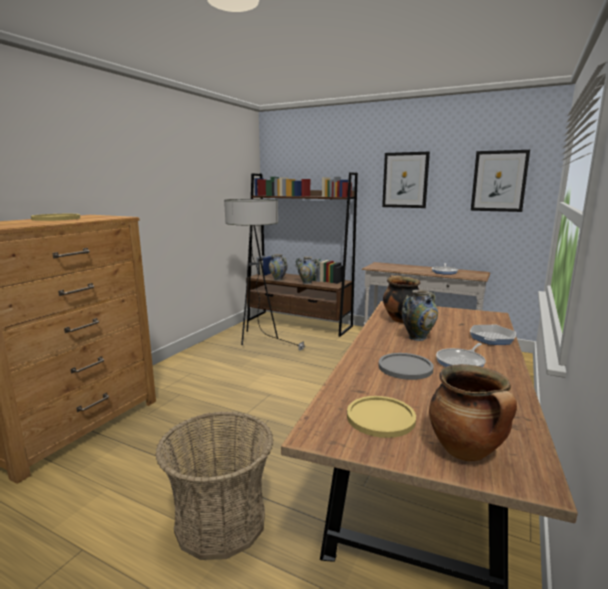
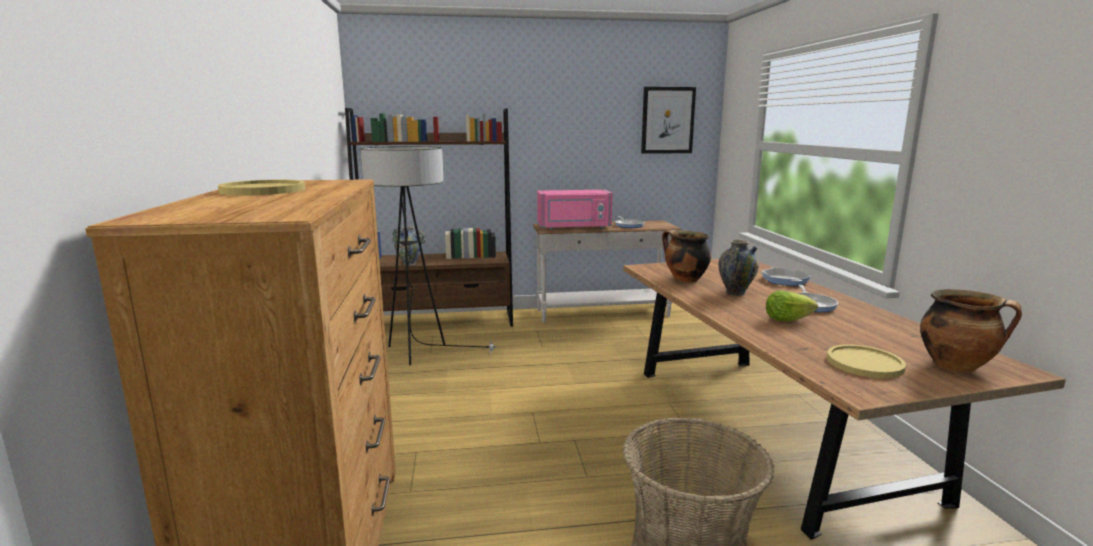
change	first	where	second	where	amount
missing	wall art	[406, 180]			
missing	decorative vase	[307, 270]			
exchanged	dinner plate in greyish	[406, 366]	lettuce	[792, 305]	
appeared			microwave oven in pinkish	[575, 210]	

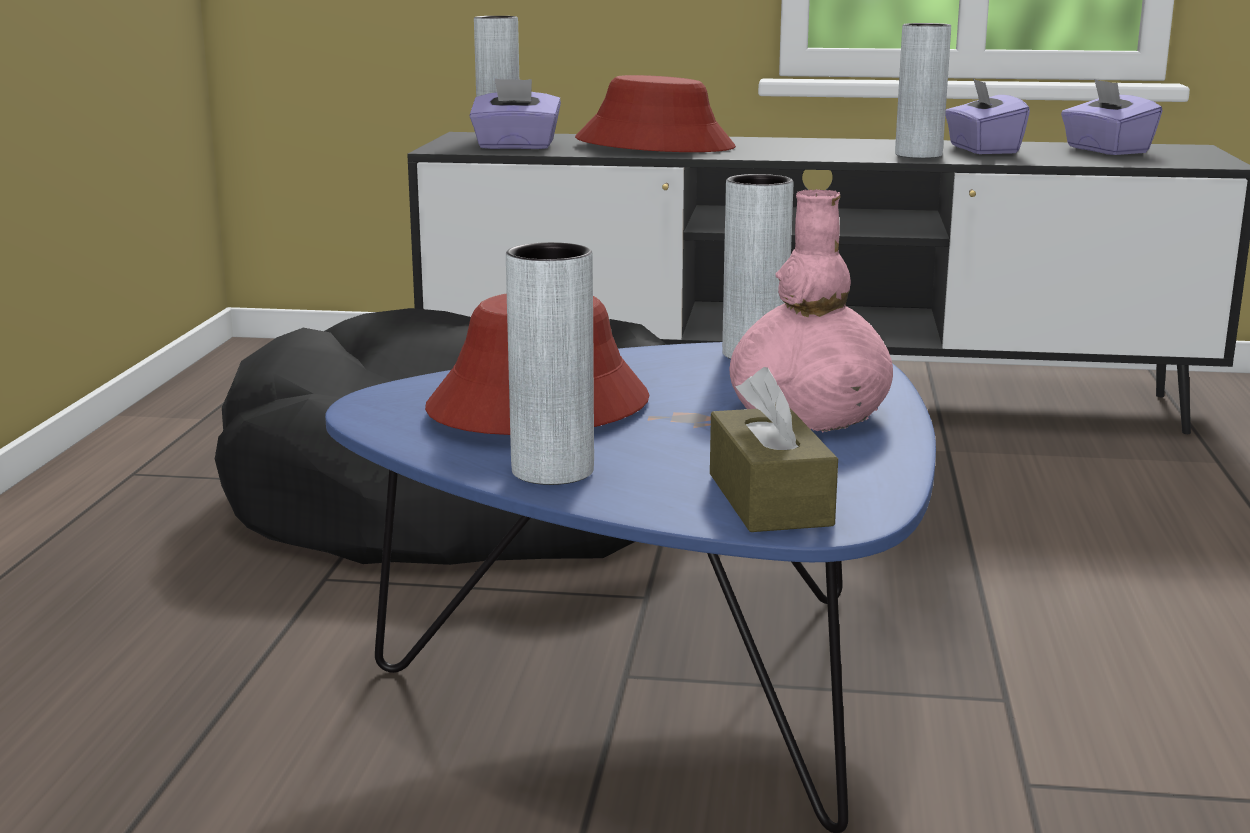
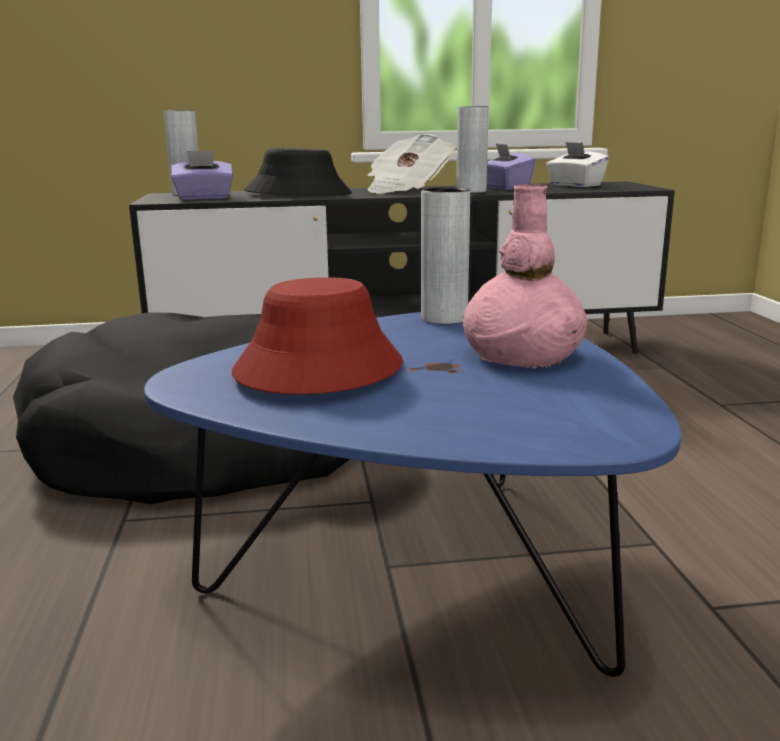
change	first	where	second	where	amount
colour	hat in red-coloured	[655, 113]	hat in black	[298, 172]	
colour	tissue box in purple-coloured	[1112, 117]	tissue box in white-coloured	[577, 164]	
missing	decorative vase in greyish	[550, 363]			
missing	tissue box in brown-coloured	[774, 449]			
appeared			newspaper	[412, 164]	

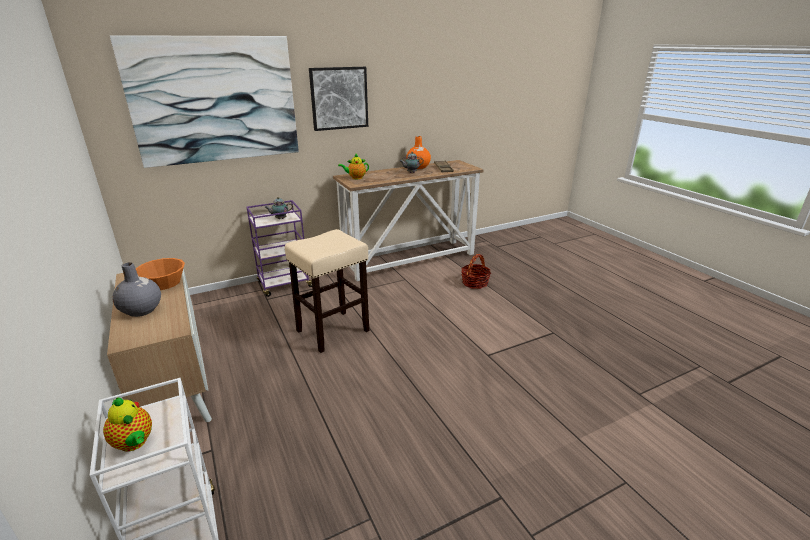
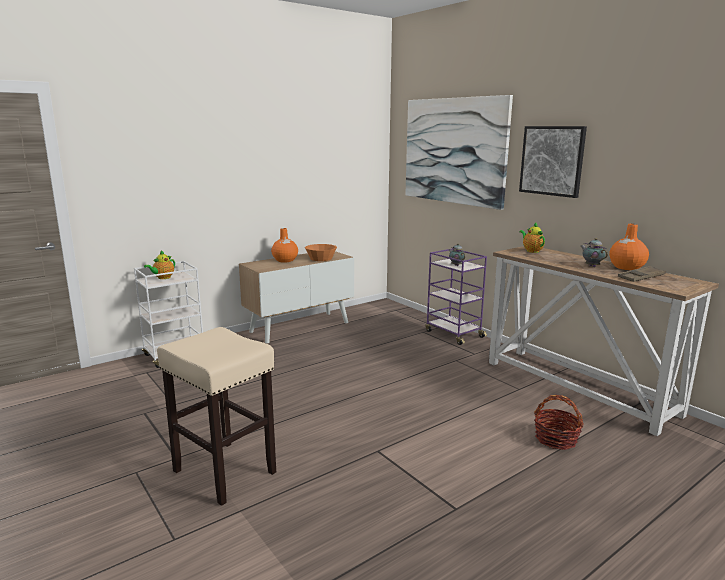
change	first	where	second	where	amount
relocated	stool seat in sand-coloured	[327, 291]		[216, 416]	
colour	decorative vase in greyish	[136, 290]	decorative vase in orangey	[284, 245]	

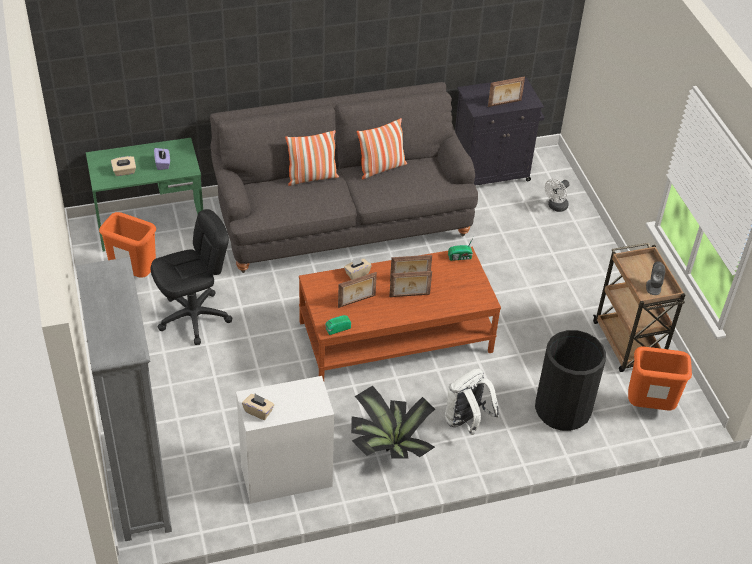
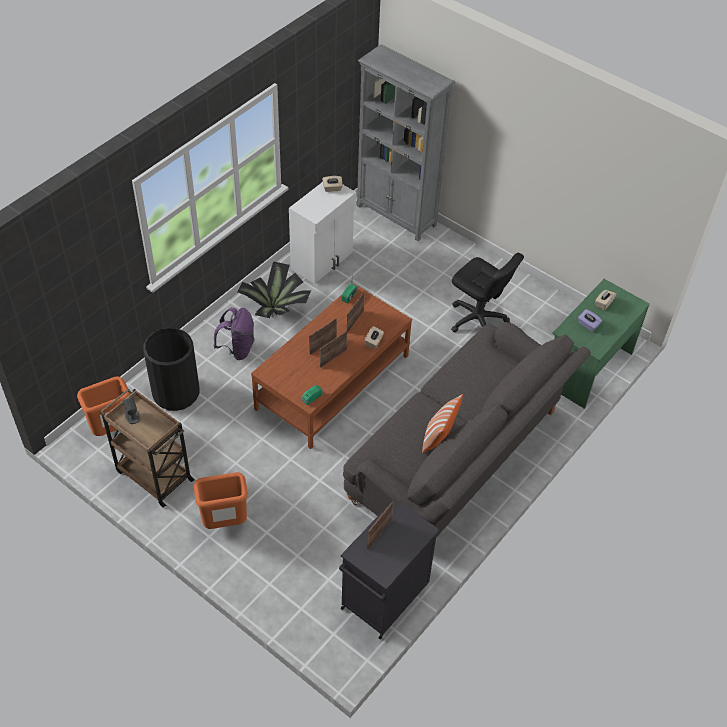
change	first	where	second	where	amount
missing	throw pillow	[312, 158]			
missing	electric fan in white-coloured	[557, 195]			
spun	office chair in black	[192, 277]		[487, 292]	75 degrees counterclockwise
relocated	trash can in orangey	[127, 245]		[221, 500]	
colour	backpack in white-coloured	[472, 402]	backpack in purple-coloured	[234, 333]	

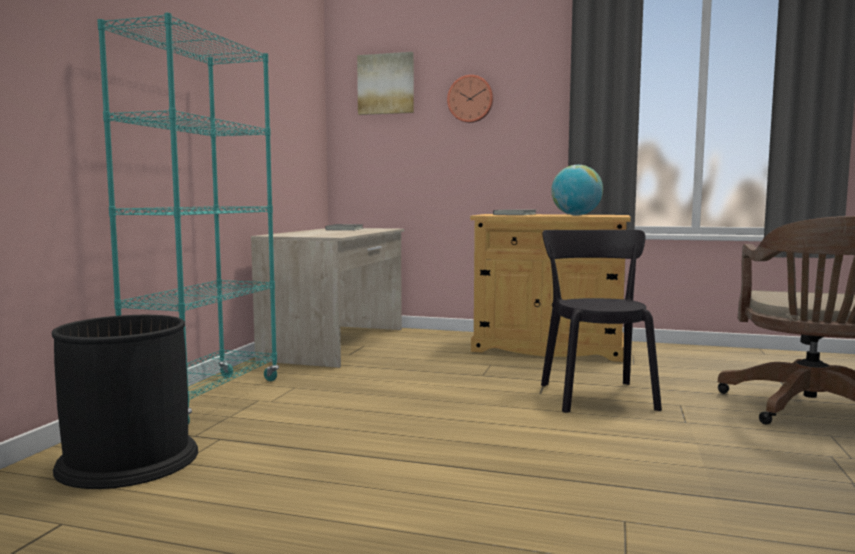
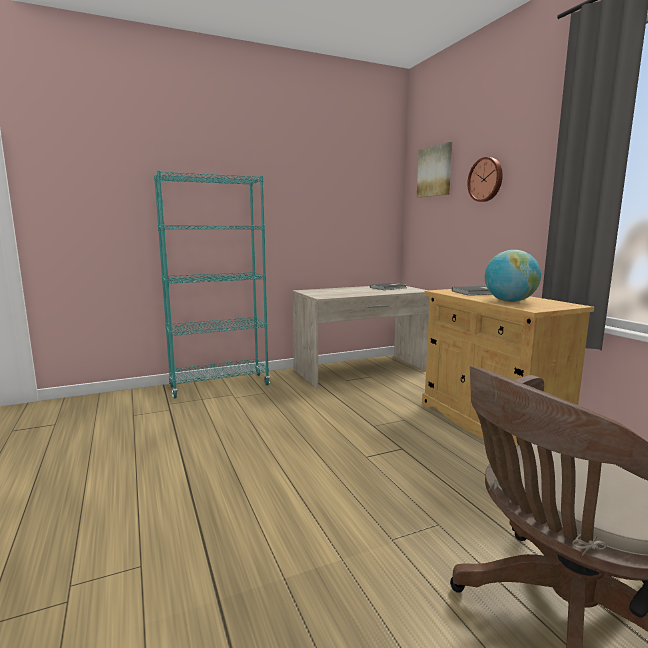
change	first	where	second	where	amount
missing	plain chair in black	[601, 321]			
missing	trash can in black	[124, 402]			

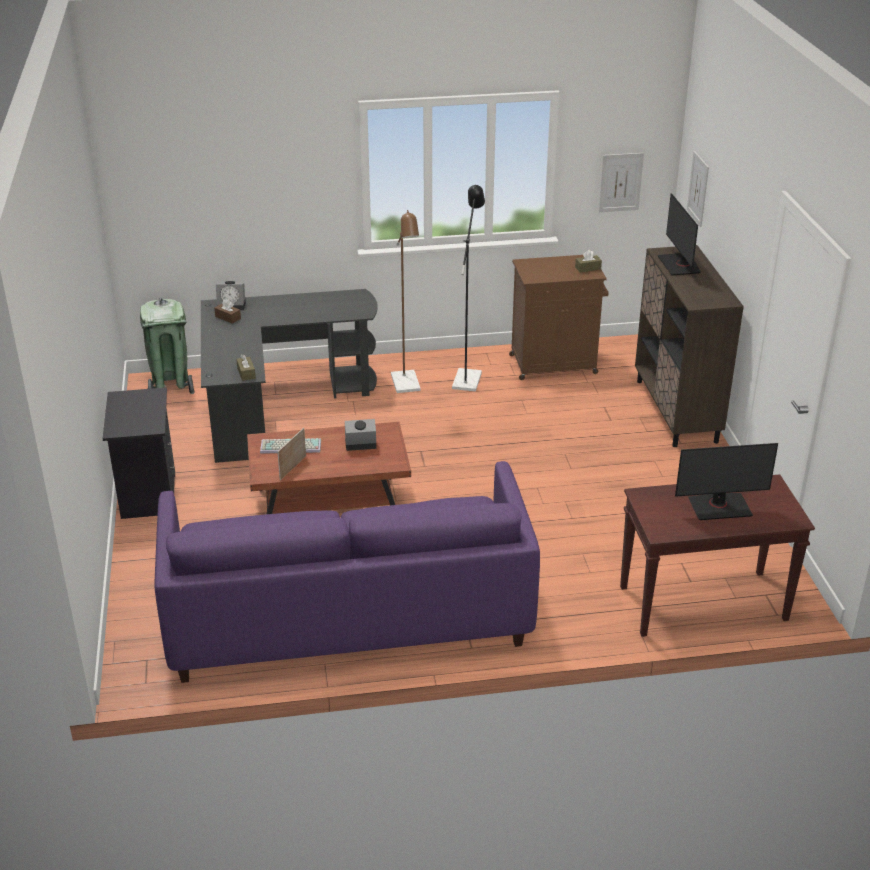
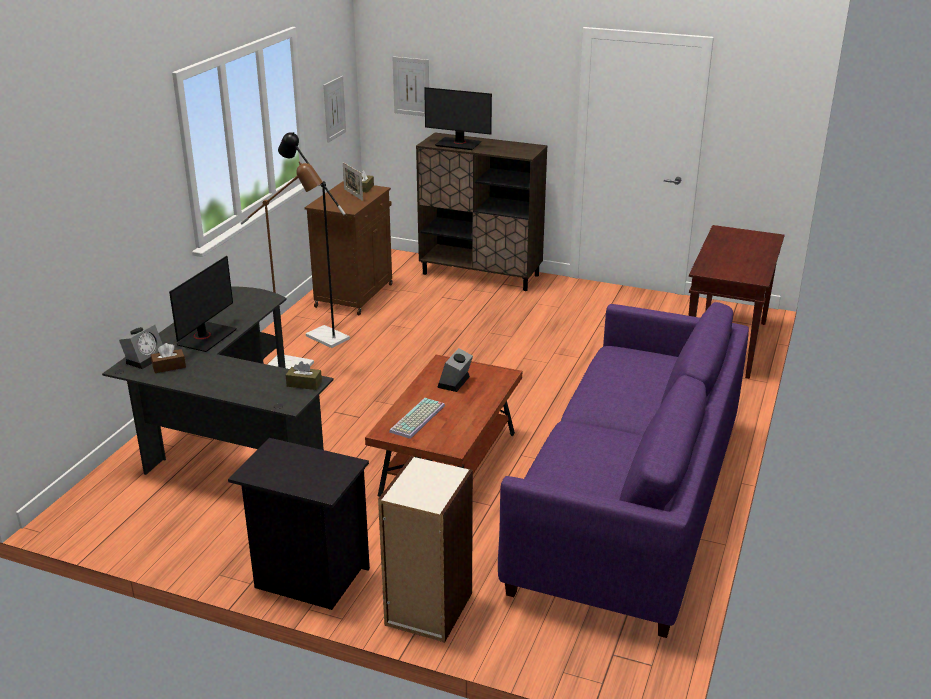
change	first	where	second	where	amount
missing	trash can in greenish	[167, 346]			
relocated	standing frame	[291, 454]		[353, 181]	
relocated	computer screen	[726, 481]		[203, 304]	
appeared			bookcase	[425, 549]	

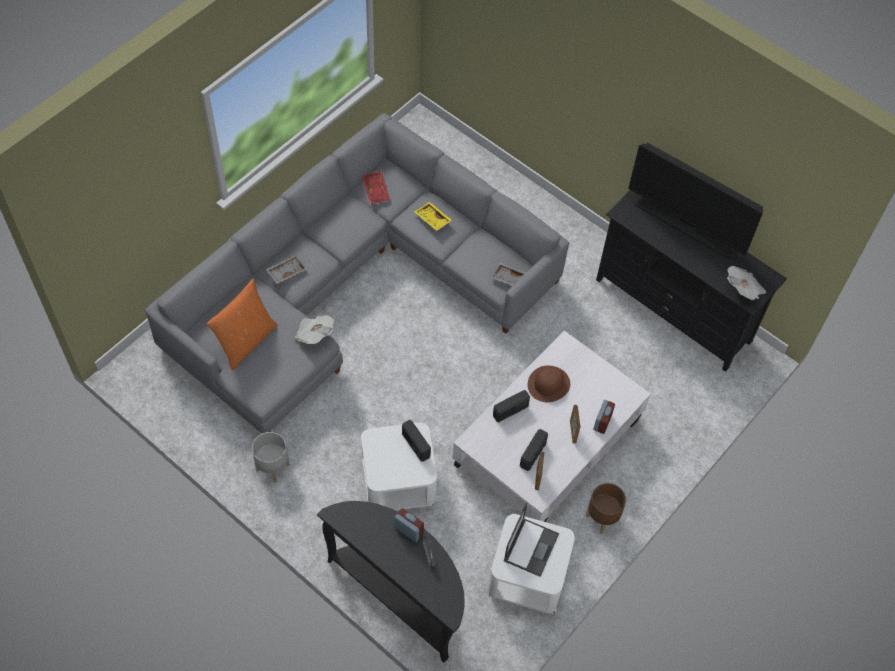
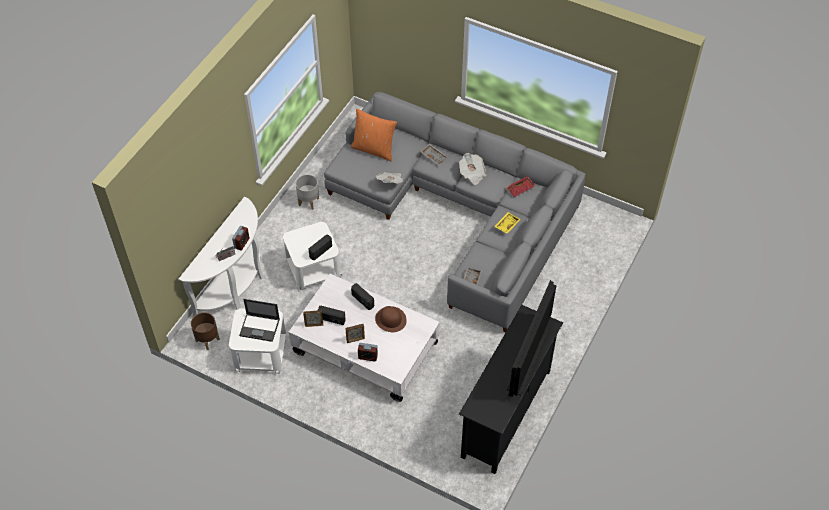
change	first	where	second	where	amount
relocated	newspaper	[746, 283]		[472, 169]	
relocated	planter in brown-coloured	[606, 508]		[205, 331]	
colour	console table in black	[391, 582]	console table in white-coloured	[220, 257]	

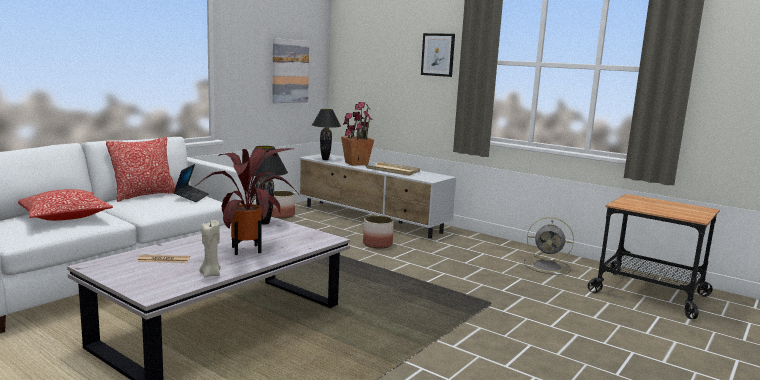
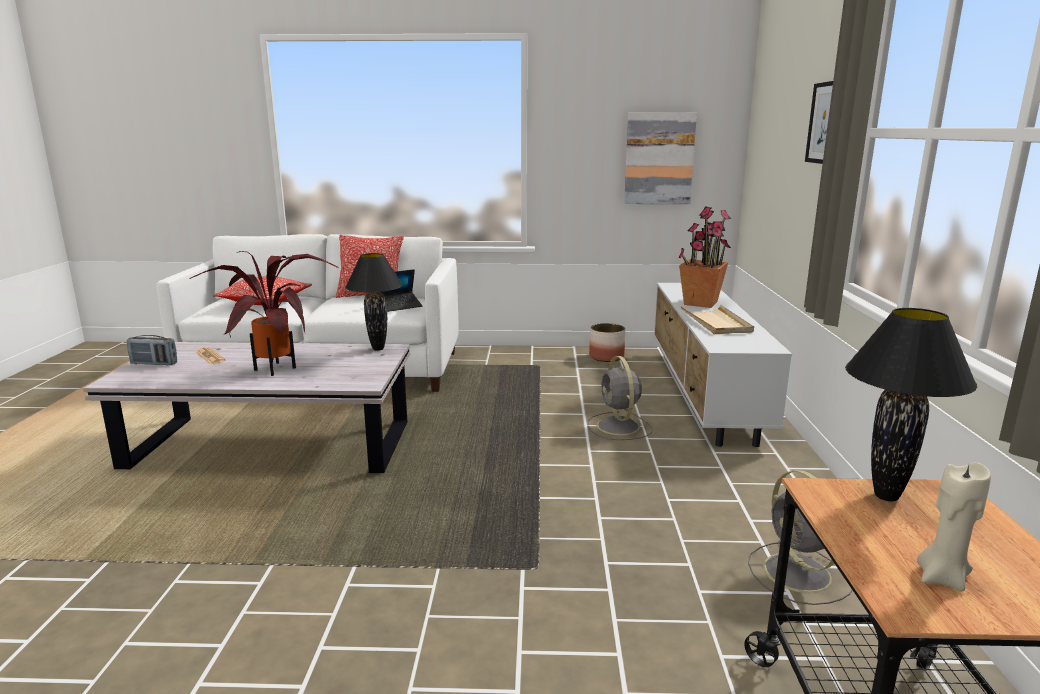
change	first	where	second	where	amount
relocated	table lamp in black	[326, 134]		[911, 404]	
exchanged	planter	[378, 232]	electric fan in greyish	[620, 398]	
relocated	wax candle in sand-coloured	[210, 248]		[954, 526]	
appeared			radio	[151, 350]	

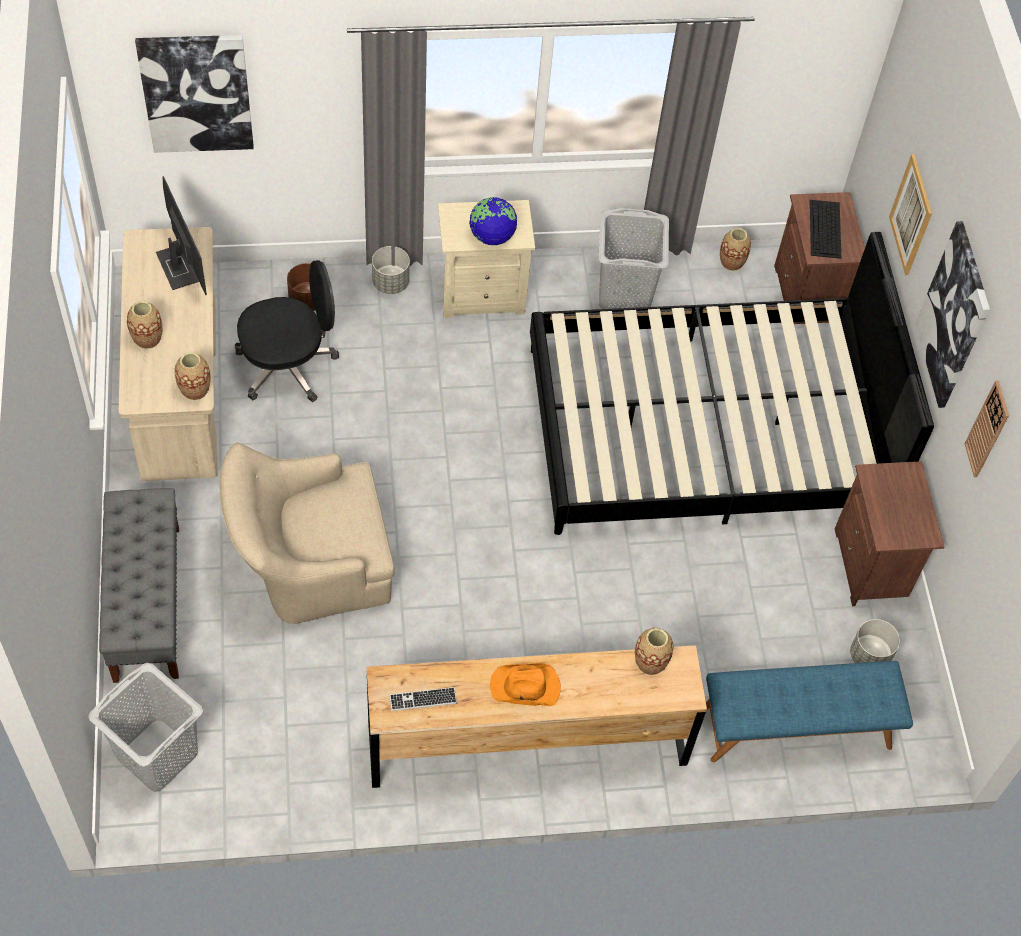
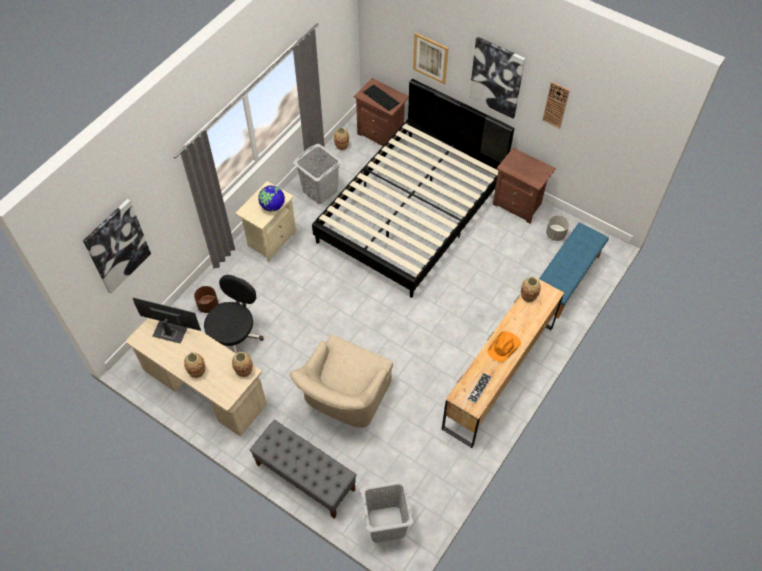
change	first	where	second	where	amount
missing	planter in greyish	[391, 270]			

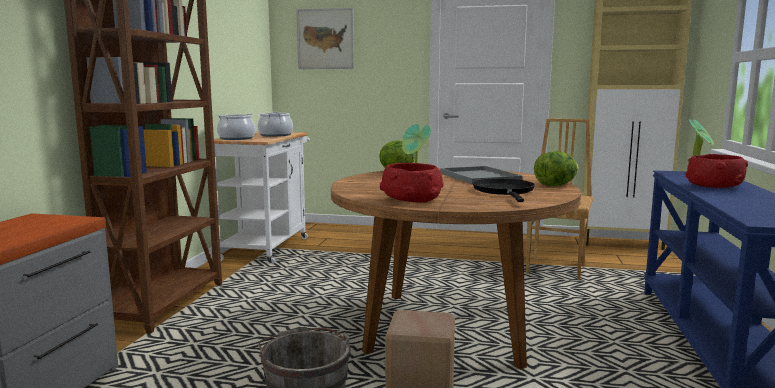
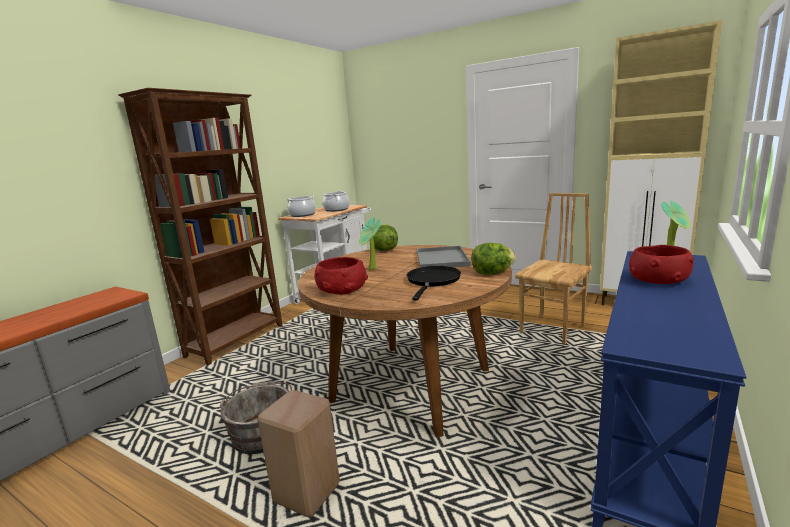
change	first	where	second	where	amount
missing	wall art	[325, 38]			

